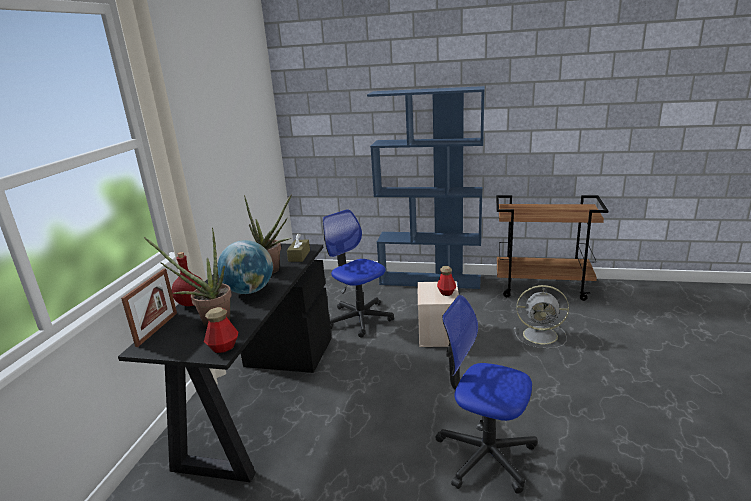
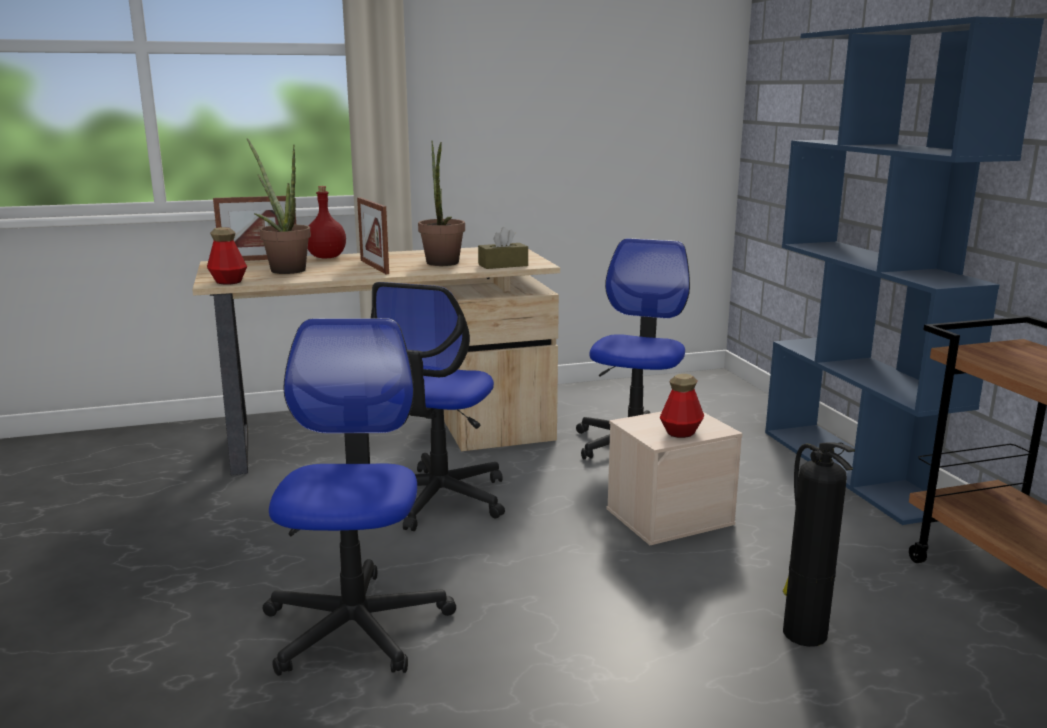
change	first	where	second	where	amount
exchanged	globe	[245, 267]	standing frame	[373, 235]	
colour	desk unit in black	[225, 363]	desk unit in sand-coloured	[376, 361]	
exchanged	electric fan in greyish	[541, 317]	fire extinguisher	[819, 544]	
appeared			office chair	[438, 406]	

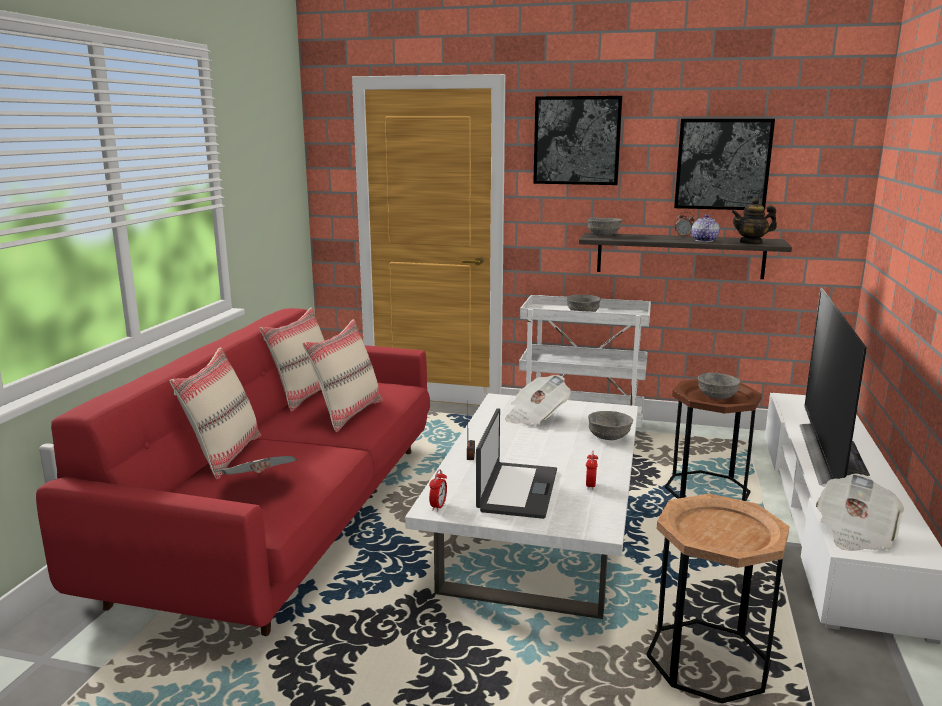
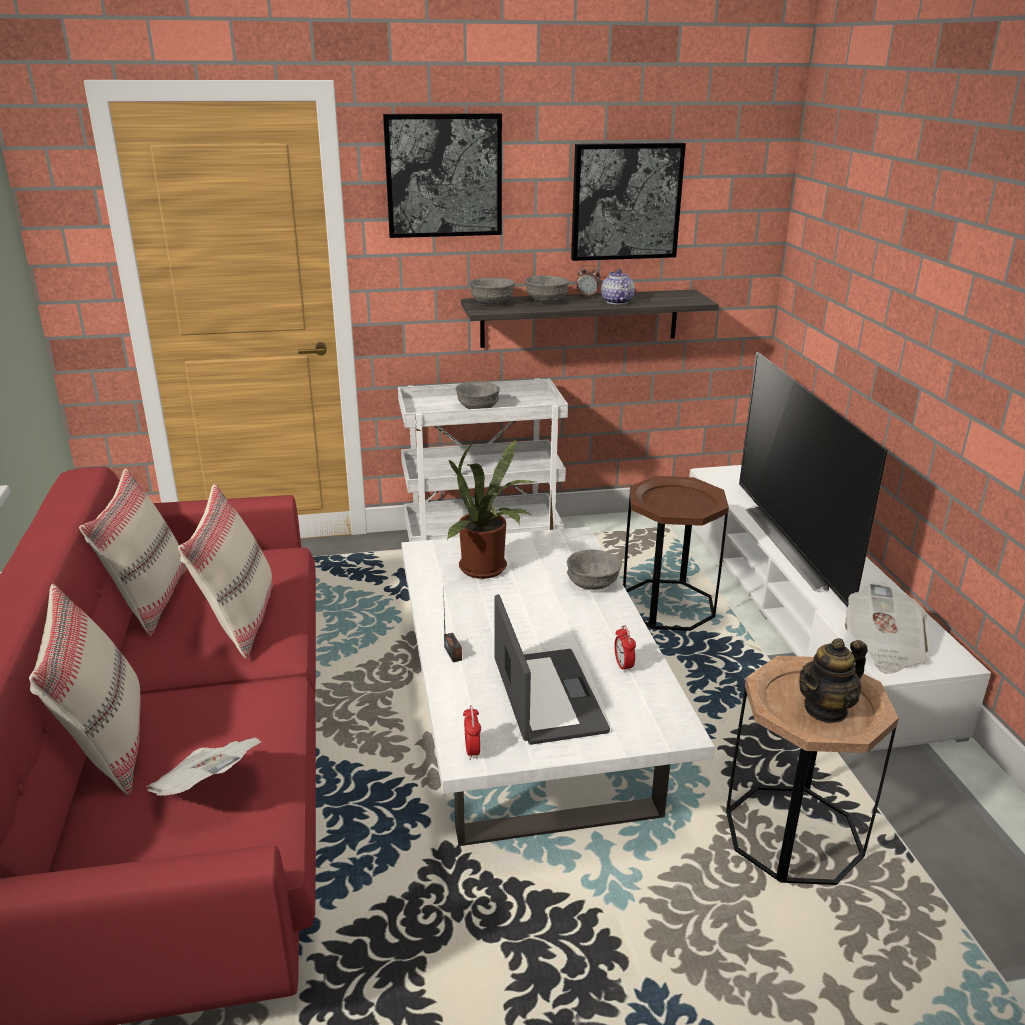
change	first	where	second	where	amount
relocated	teapot	[754, 221]		[833, 680]	
relocated	serving bowl in greyish	[719, 386]		[547, 288]	
exchanged	newspaper	[538, 400]	plant in a pot	[492, 508]	

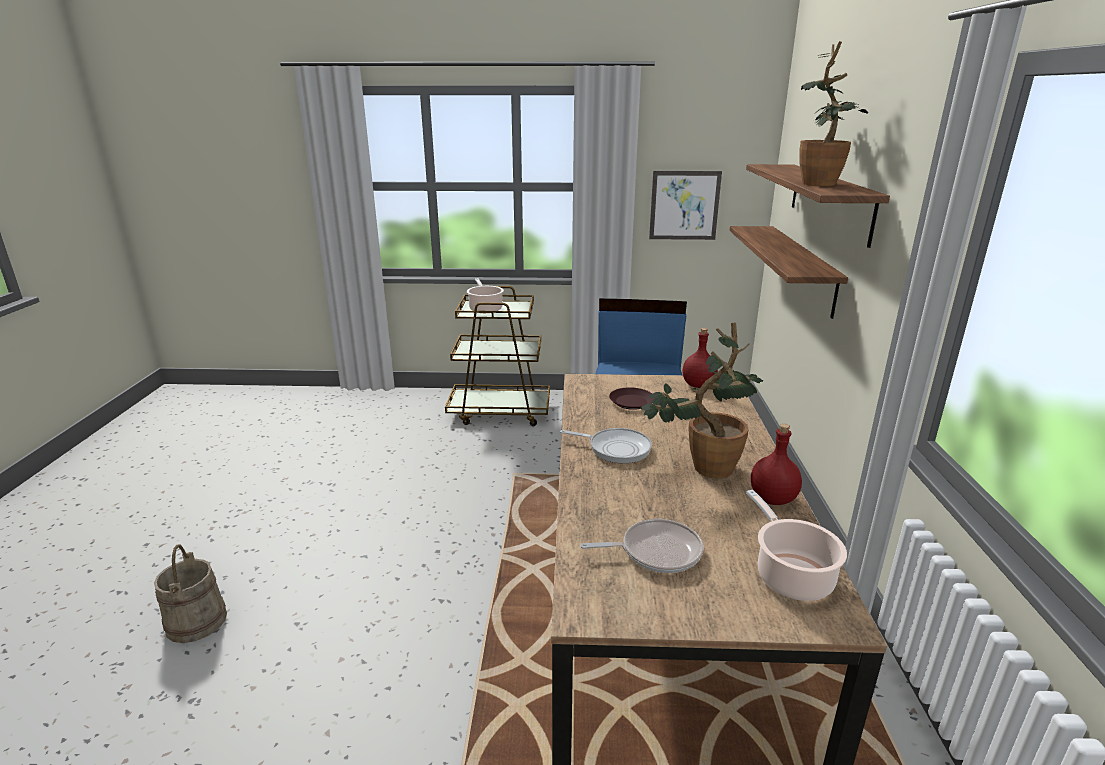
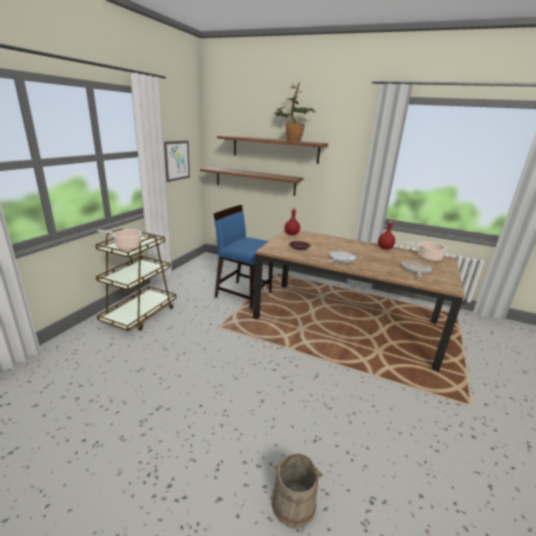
change	first	where	second	where	amount
missing	plant in a pot	[702, 400]			

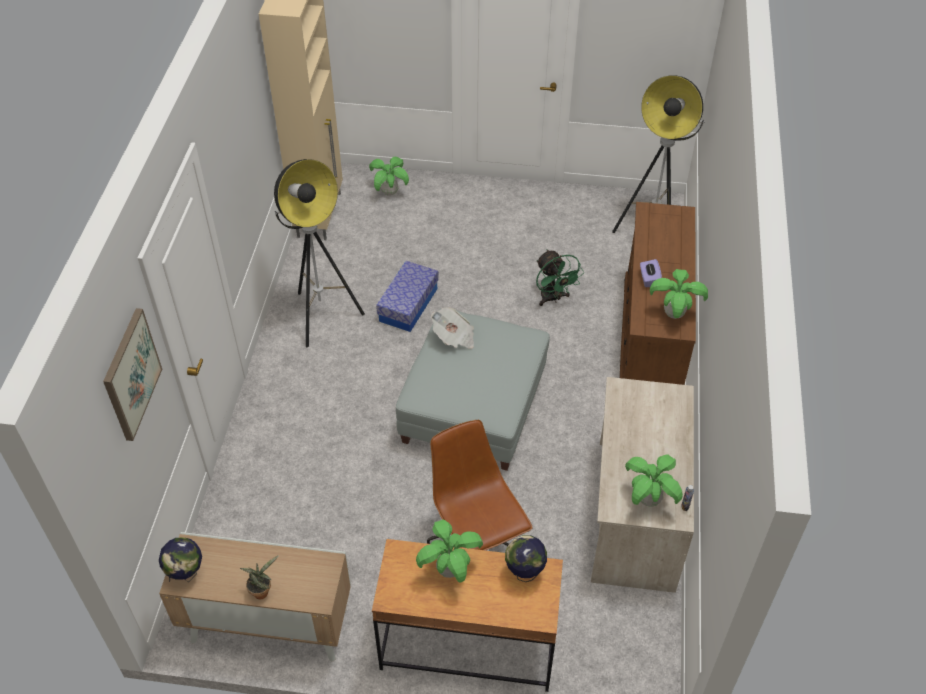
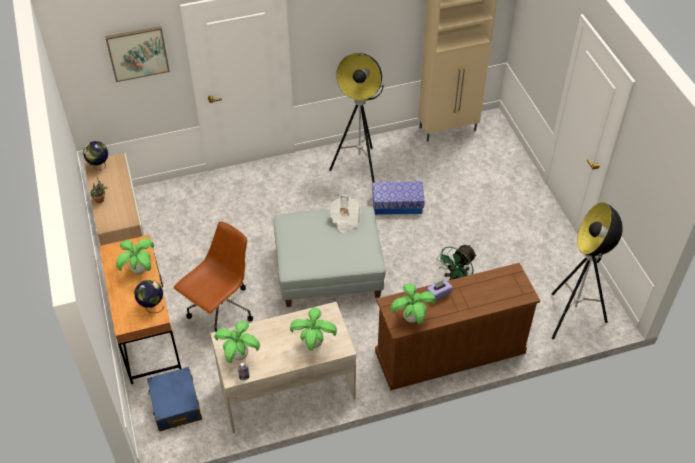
change	first	where	second	where	amount
relocated	plant in a pot	[389, 176]		[313, 329]	
appeared			travel case in bluish	[174, 399]	

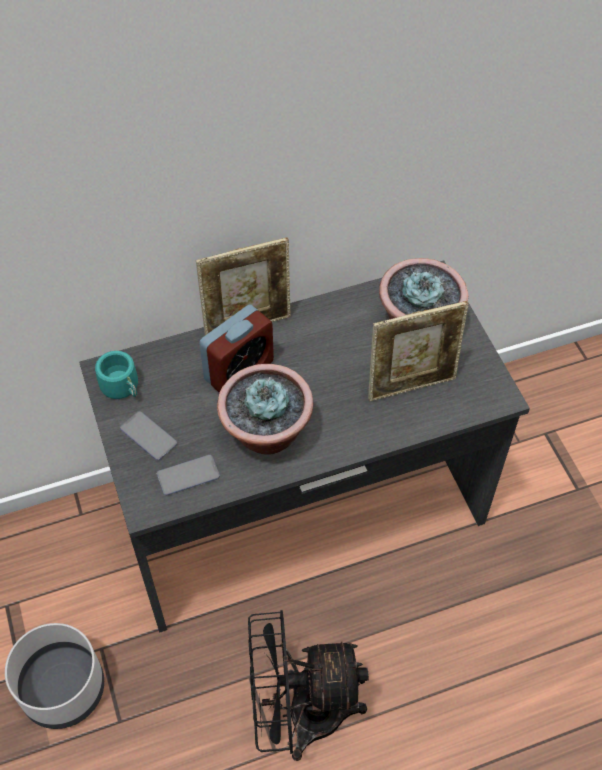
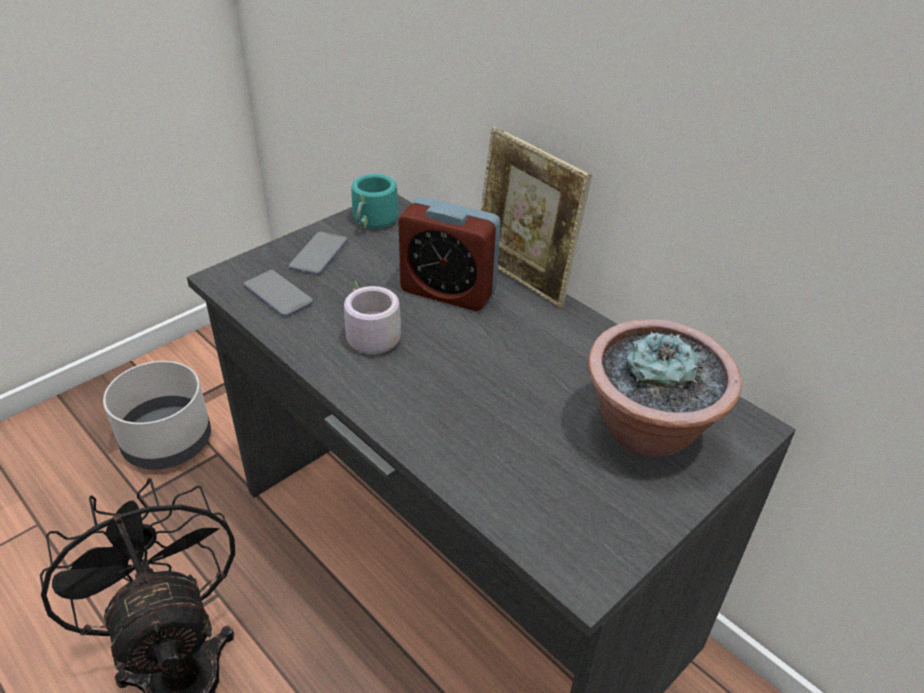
change	first	where	second	where	amount
missing	standing frame	[418, 351]			
exchanged	plant in a pot	[265, 409]	mug in greyish	[372, 324]	

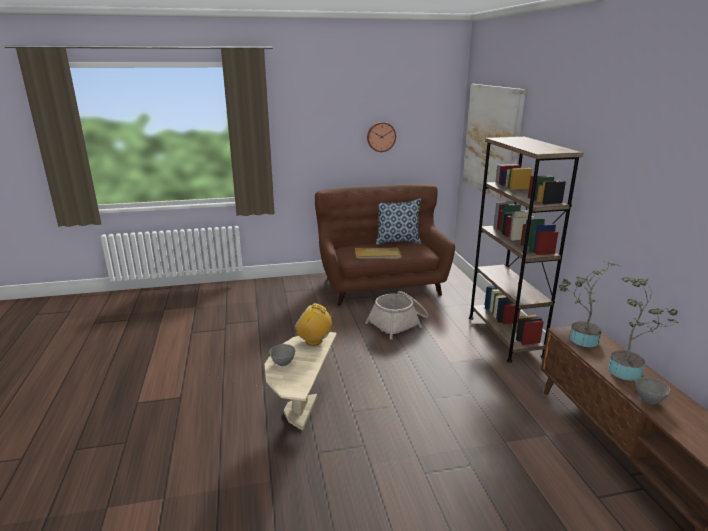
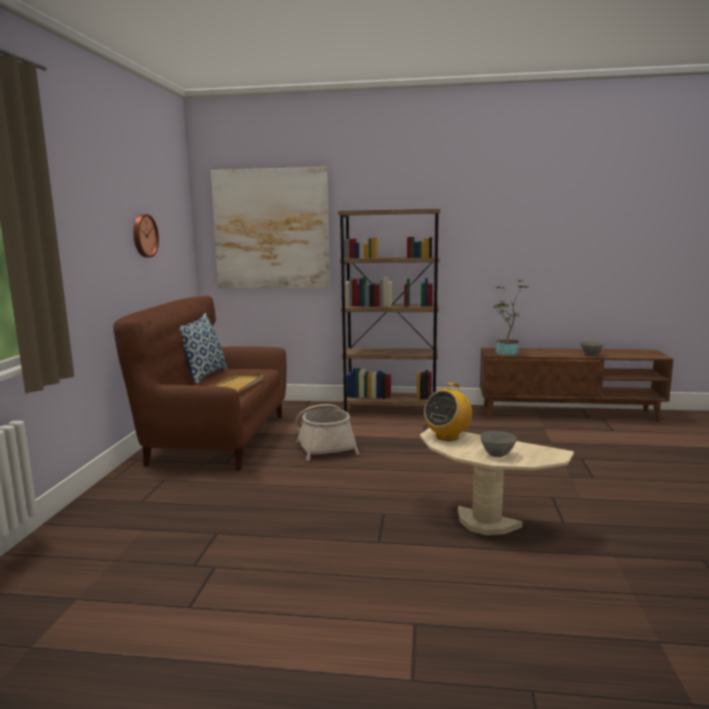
change	first	where	second	where	amount
missing	plant in a pot	[643, 329]			

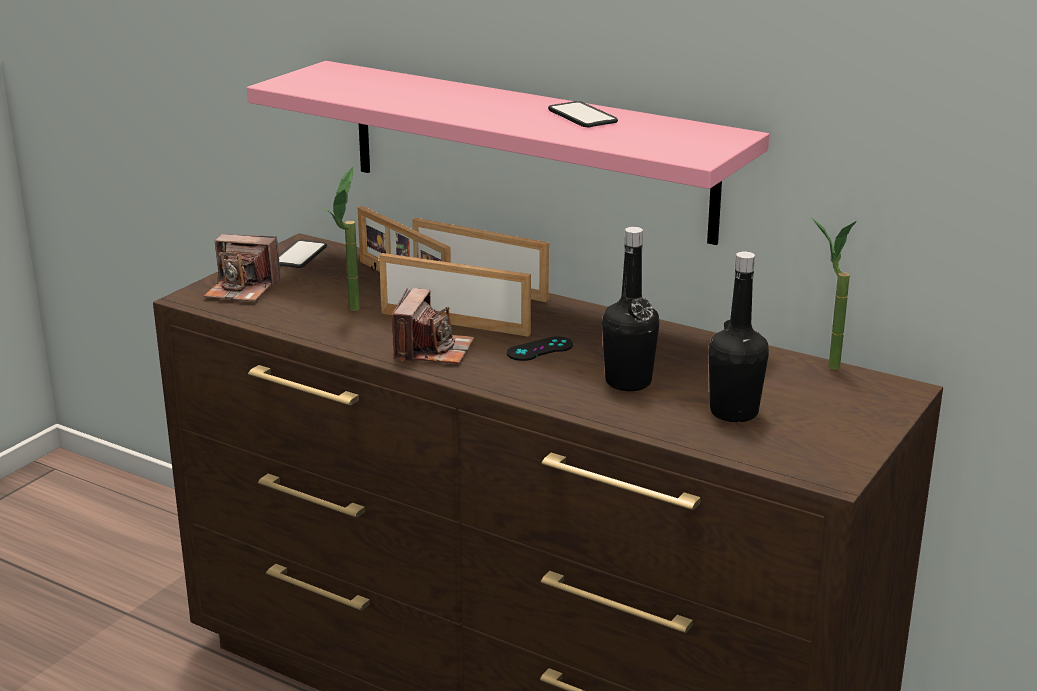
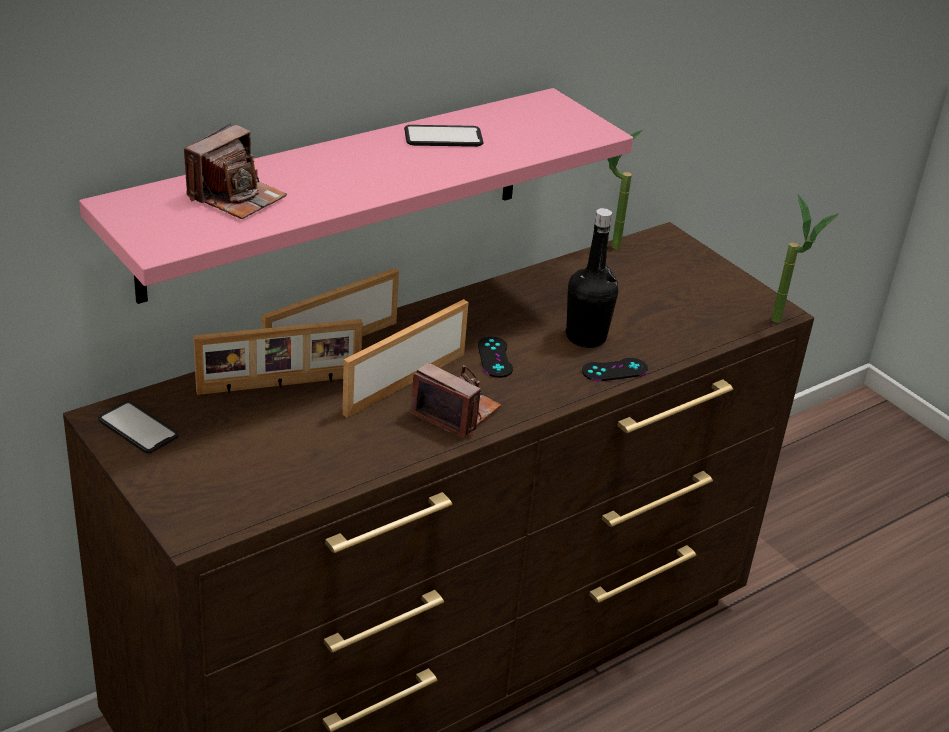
change	first	where	second	where	amount
relocated	plant in a pot	[340, 239]		[805, 259]	
relocated	still camera	[242, 268]		[235, 171]	
missing	bottle in black	[738, 336]			
appeared			game controller in black	[615, 369]	

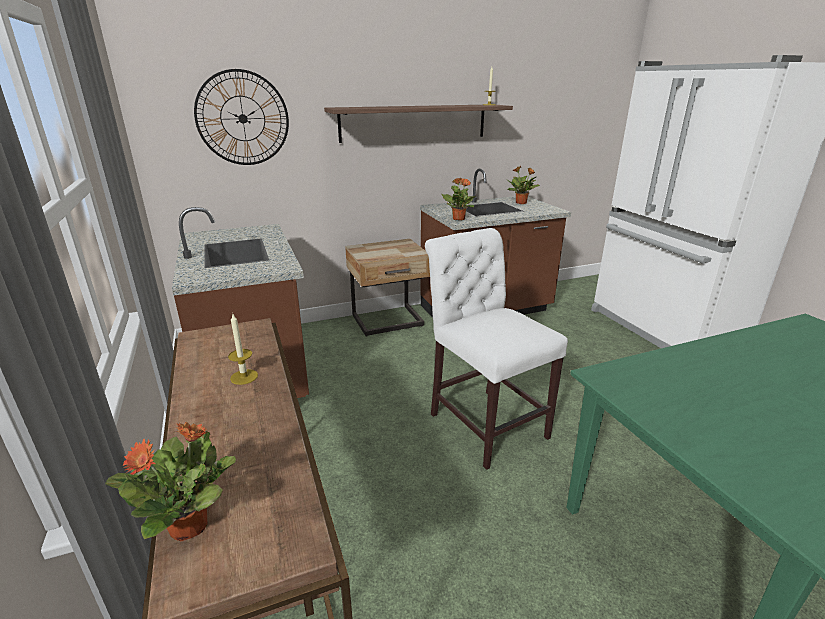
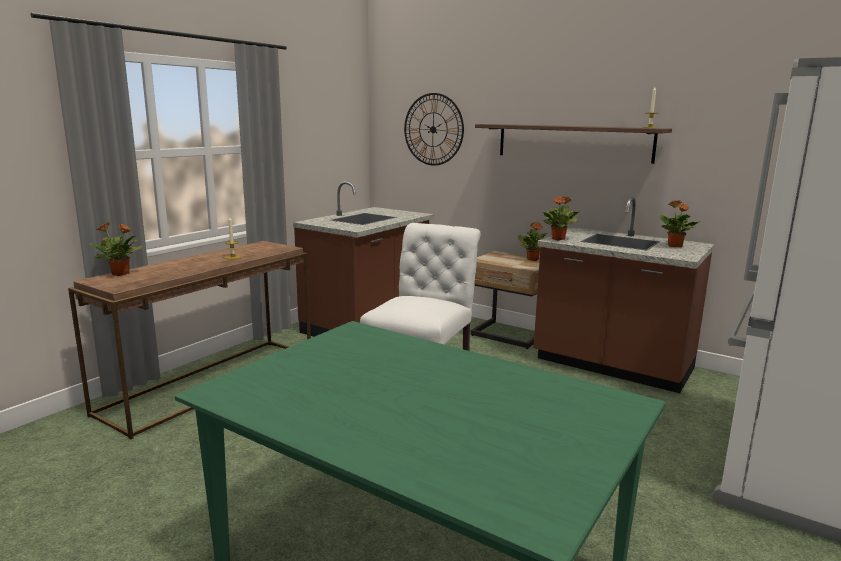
change	first	where	second	where	amount
appeared			plant in a pot	[532, 241]	

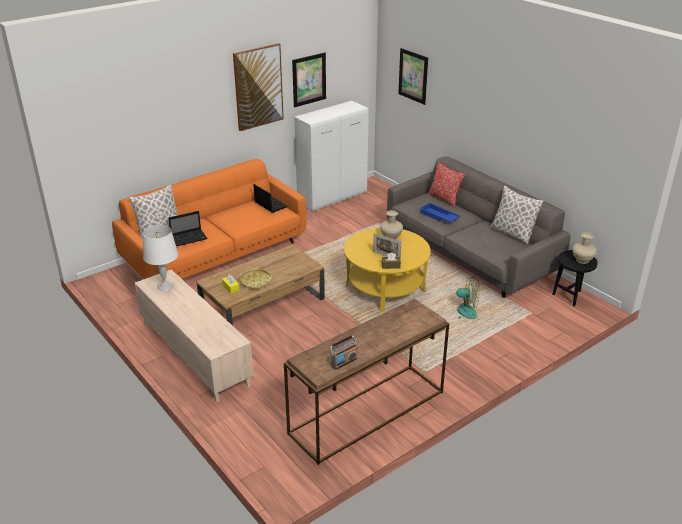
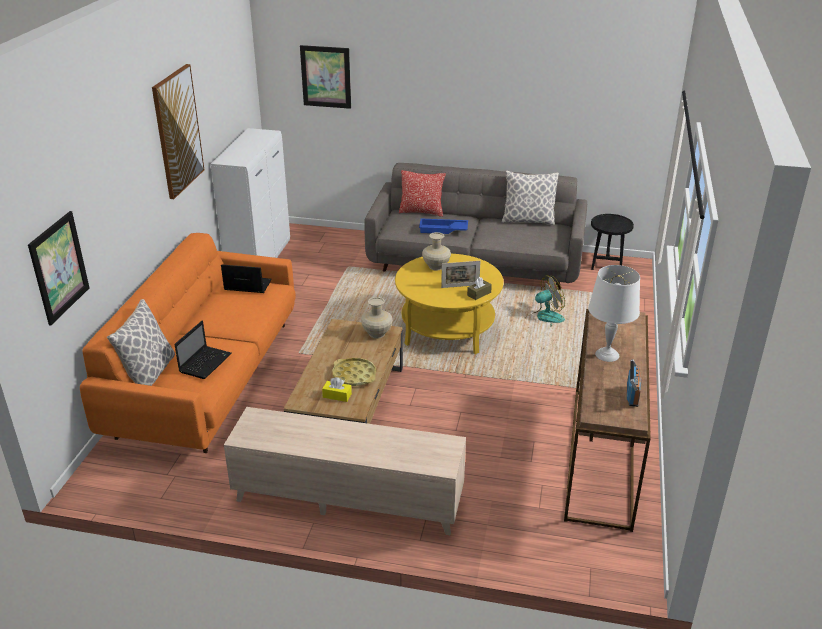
change	first	where	second	where	amount
relocated	wall art	[309, 79]		[58, 268]	
relocated	table lamp in white-coloured	[160, 258]		[614, 313]	
relocated	decorative vase in sand-coloured	[584, 248]		[377, 317]	

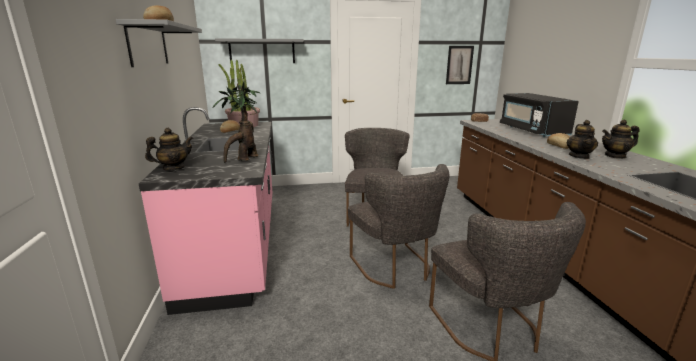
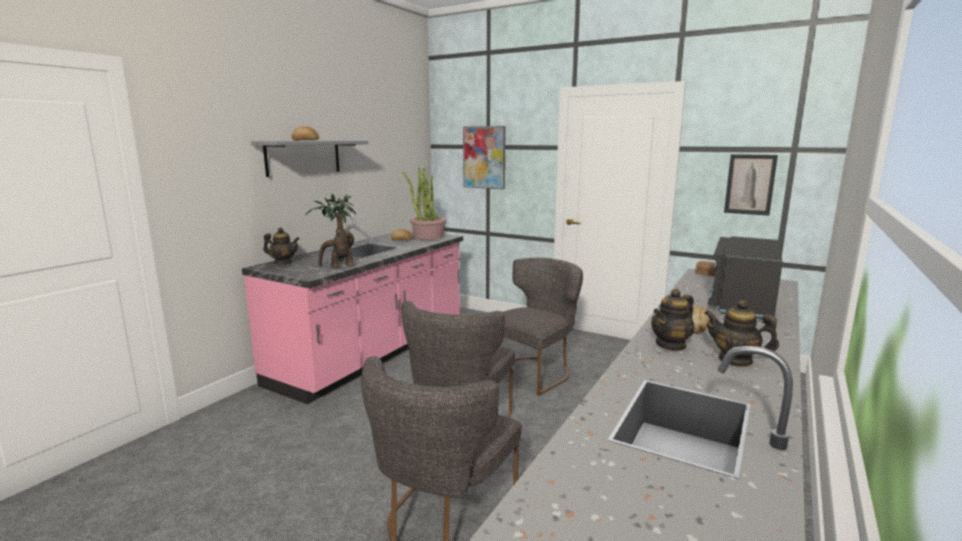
change	first	where	second	where	amount
exchanged	bracket shelf in greyish	[259, 50]	wall art	[484, 157]	

